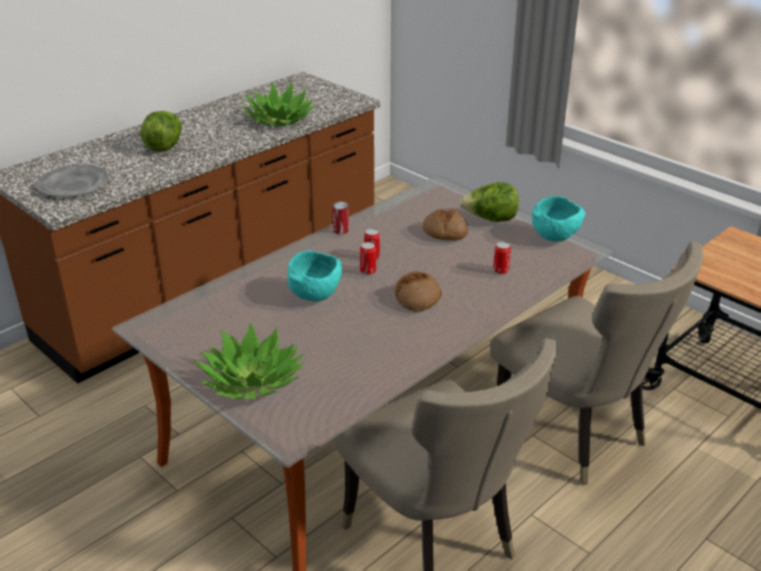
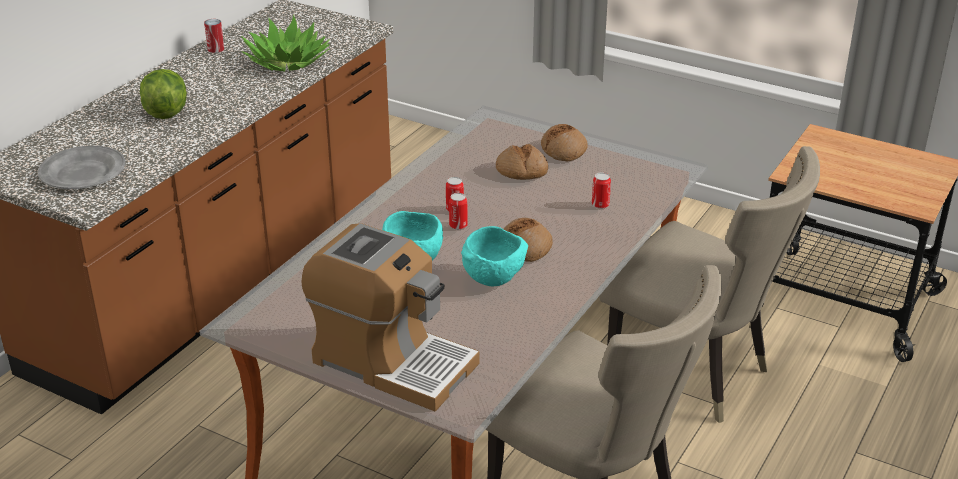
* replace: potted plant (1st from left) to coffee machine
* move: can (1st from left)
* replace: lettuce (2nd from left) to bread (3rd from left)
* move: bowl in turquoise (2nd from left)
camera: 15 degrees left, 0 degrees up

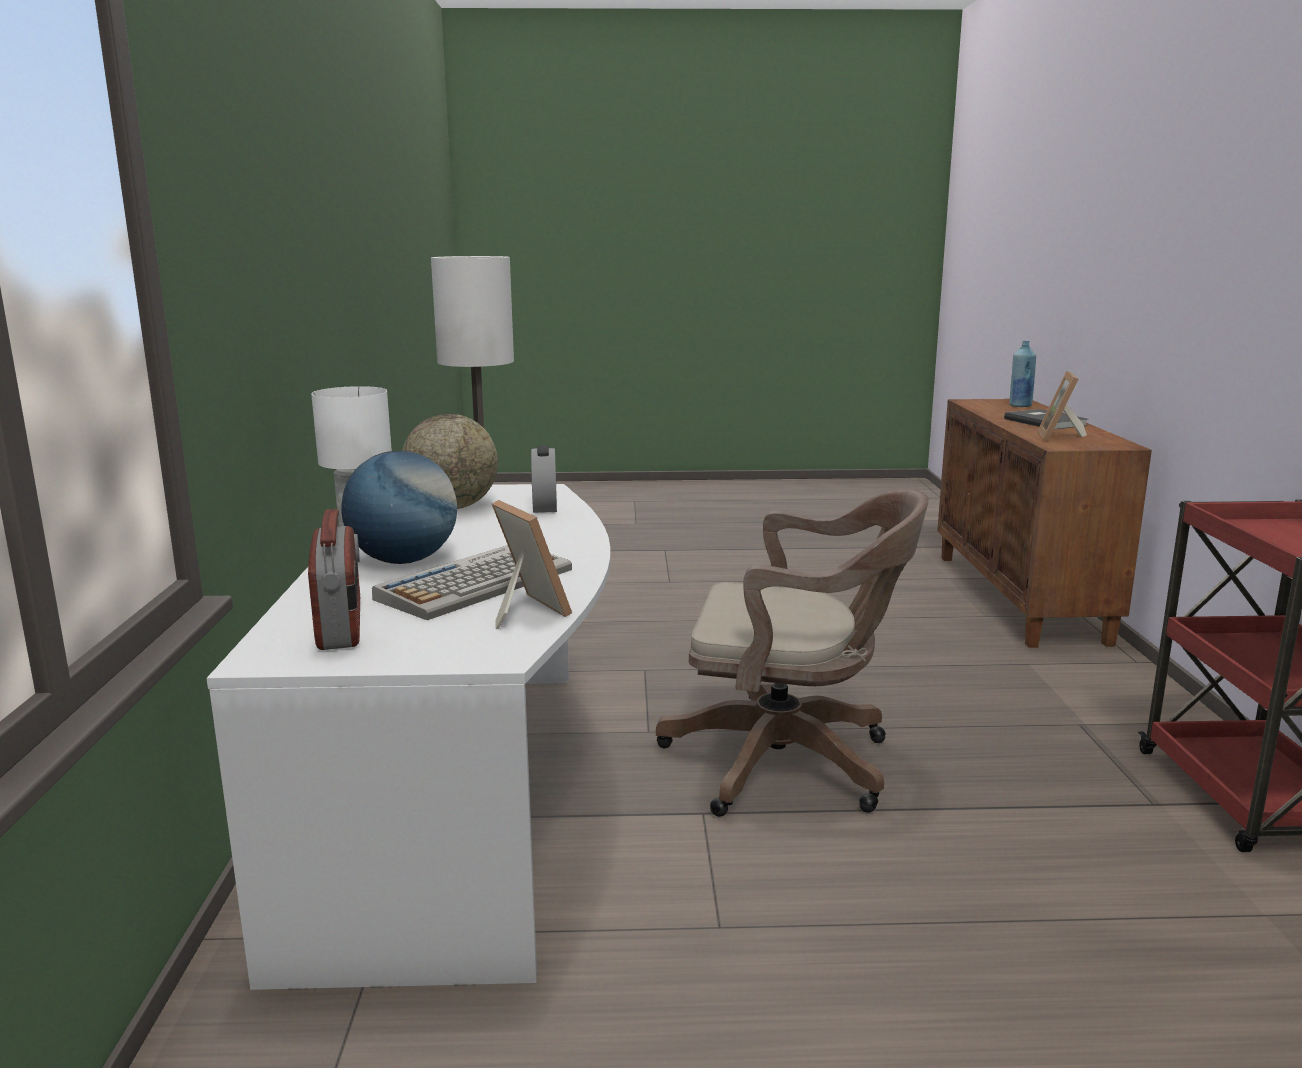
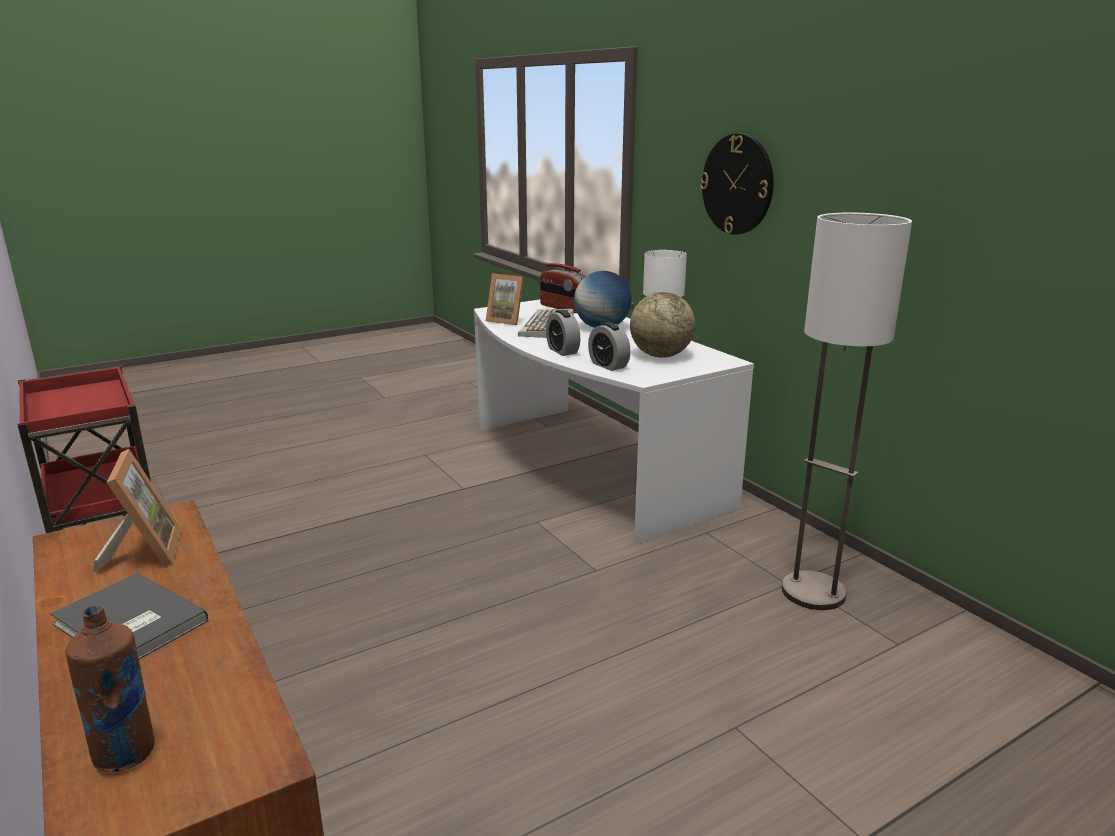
* delete: office chair in brown
* recolor: bottle in blue to bottle in brown
* insert: alarm clock (1st from left)
* insert: wall clock
camera: 150 degrees right, 5 degrees up

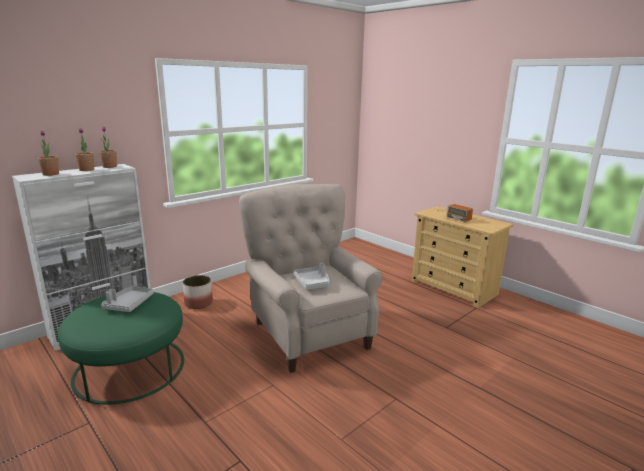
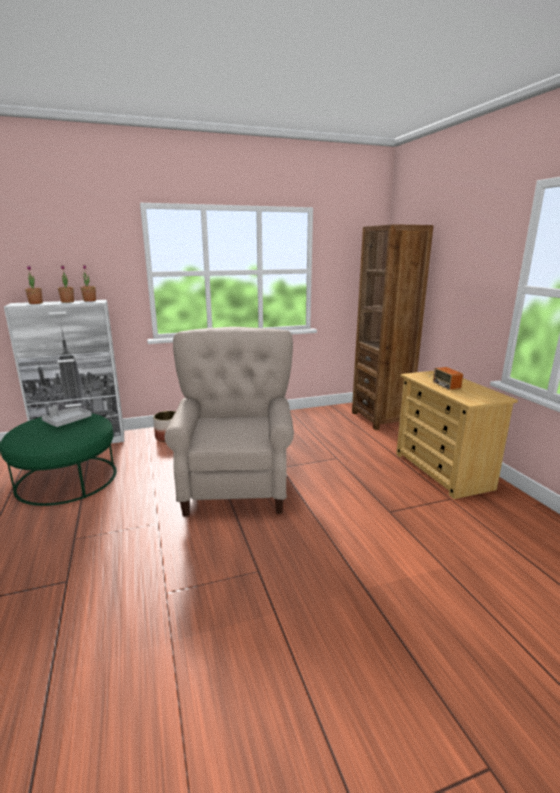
* delete: tray in grey (2nd from left)
* insert: bookcase in brown
camera: 25 degrees right, 0 degrees up

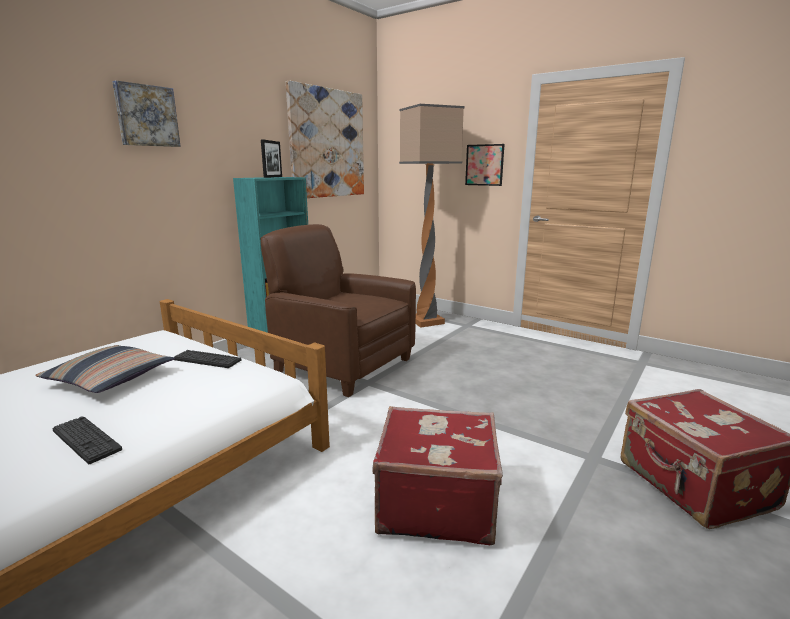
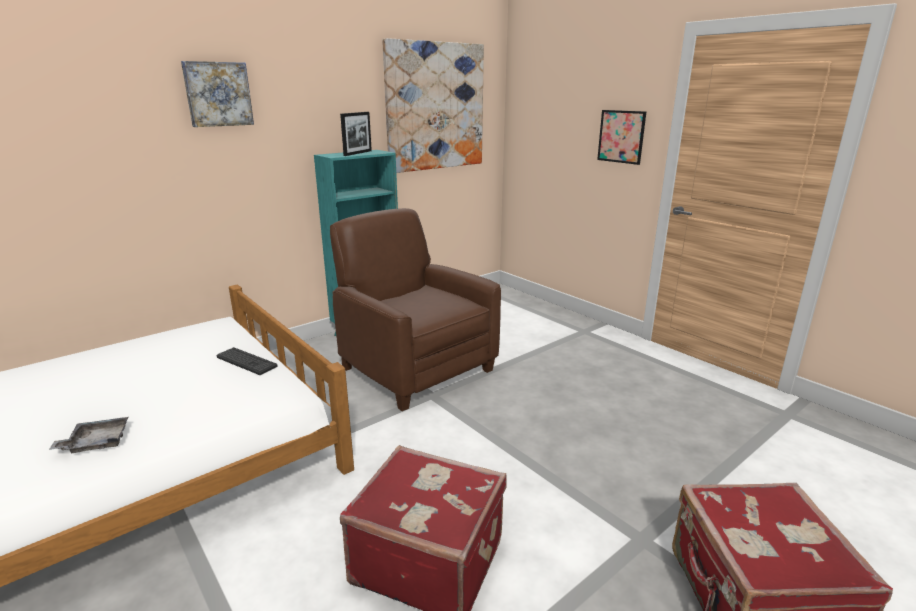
* delete: pillow
* replace: keyboard (1st from left) to tray in grey
* delete: floor lamp
camera: 15 degrees right, 5 degrees up

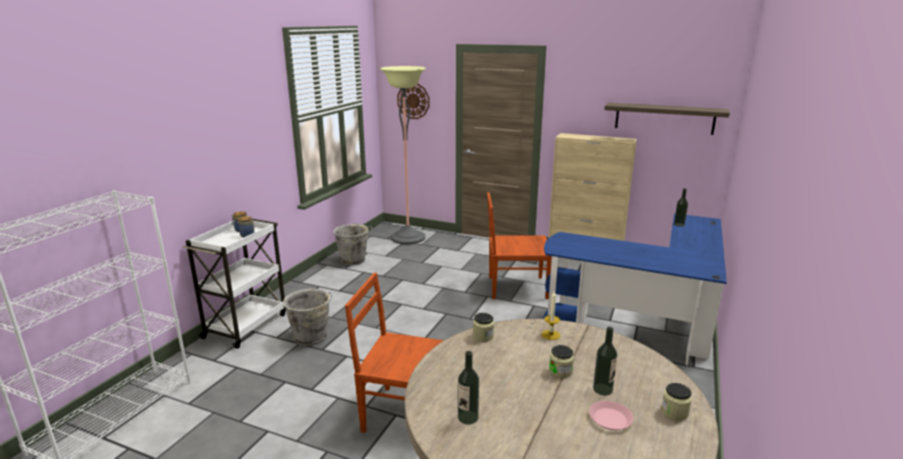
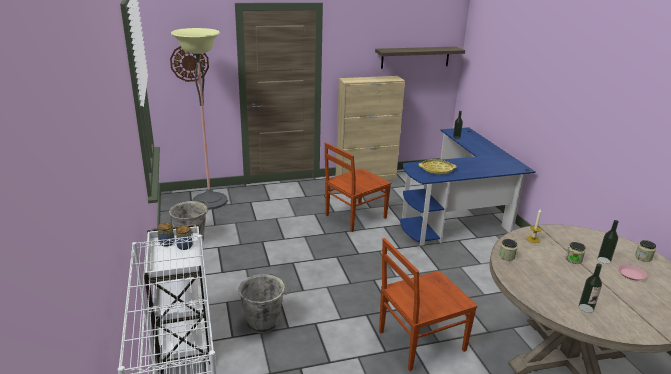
* insert: tray in yellow
camera: 40 degrees left, 5 degrees up

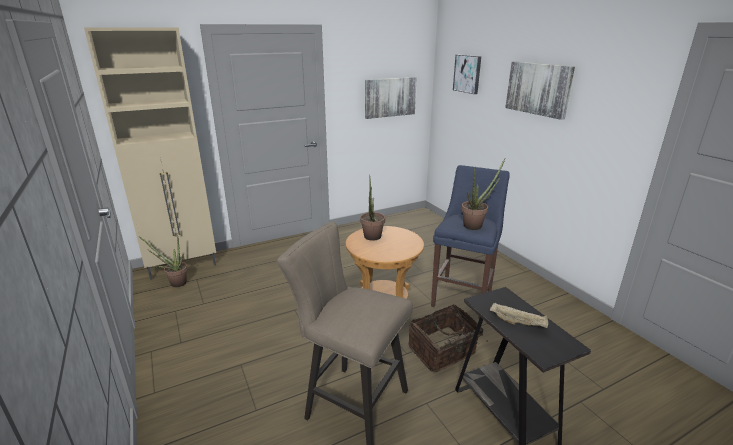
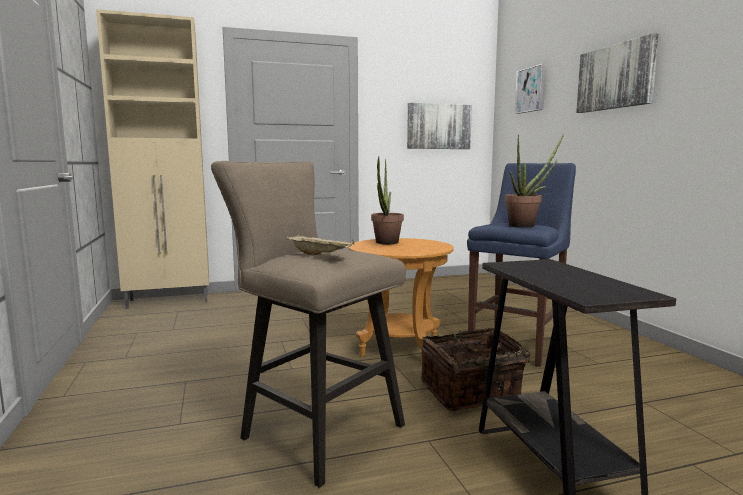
* delete: potted plant (1st from left)
* move: tray in beige
camera: 10 degrees right, 15 degrees down

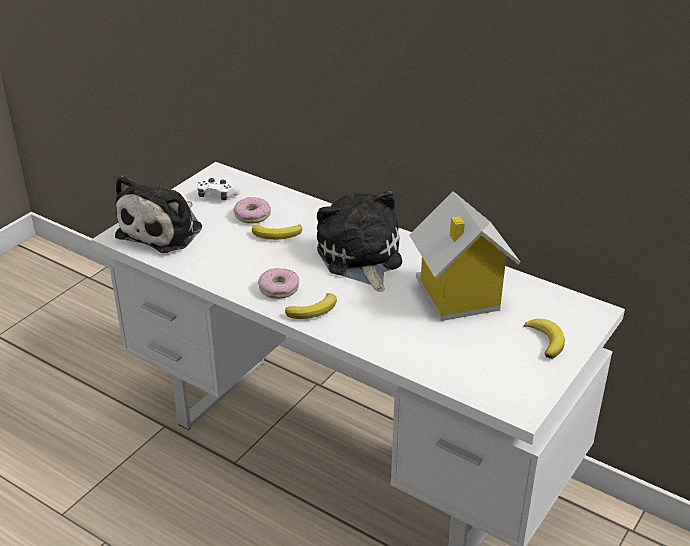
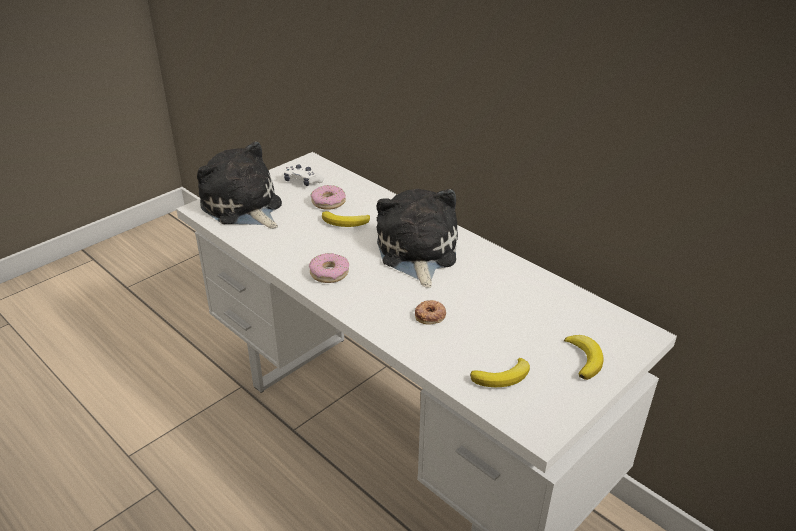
* rotate: plush toy (1st from left) 105 degrees clockwise
* move: banana (2nd from left)
* delete: toy house
* insert: donut (3rd from left)
camera: 10 degrees right, 0 degrees up

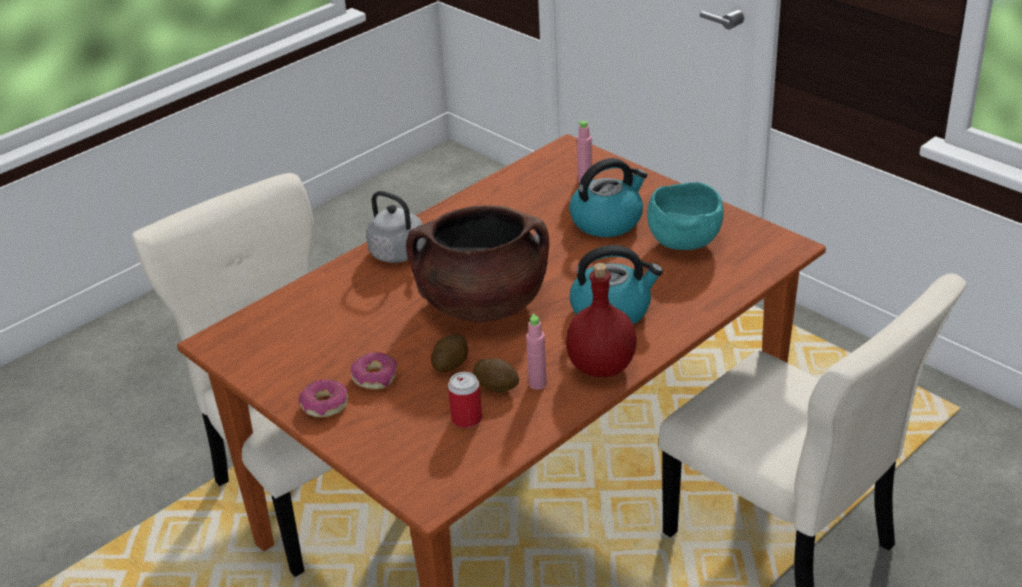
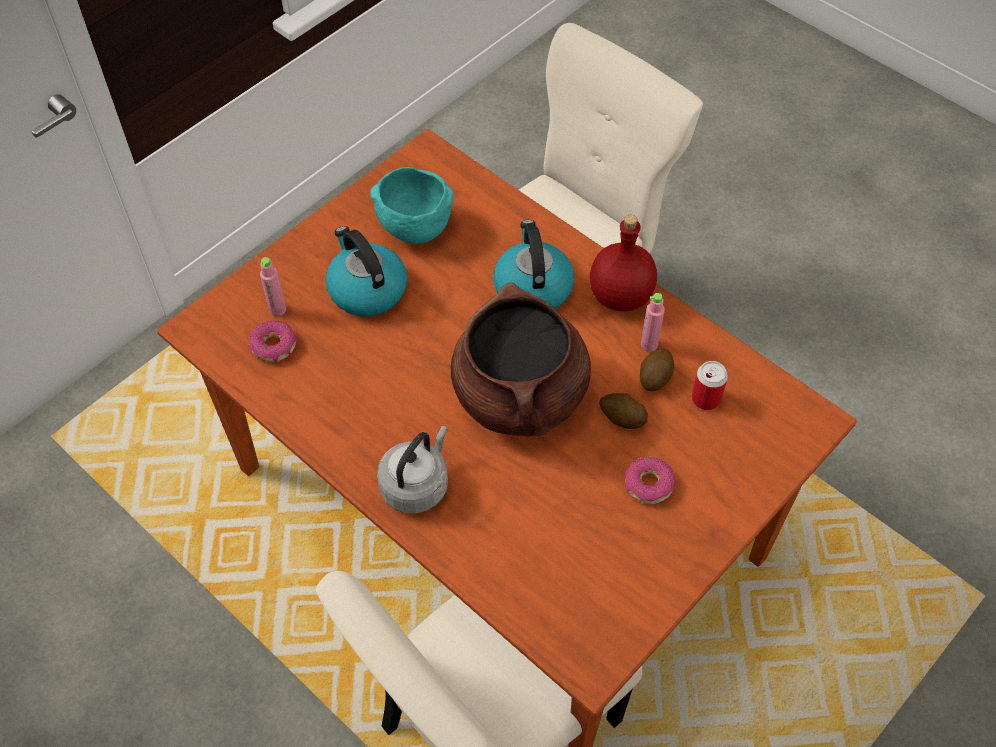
* move: donut (1st from left)
camera: 95 degrees left, 20 degrees up

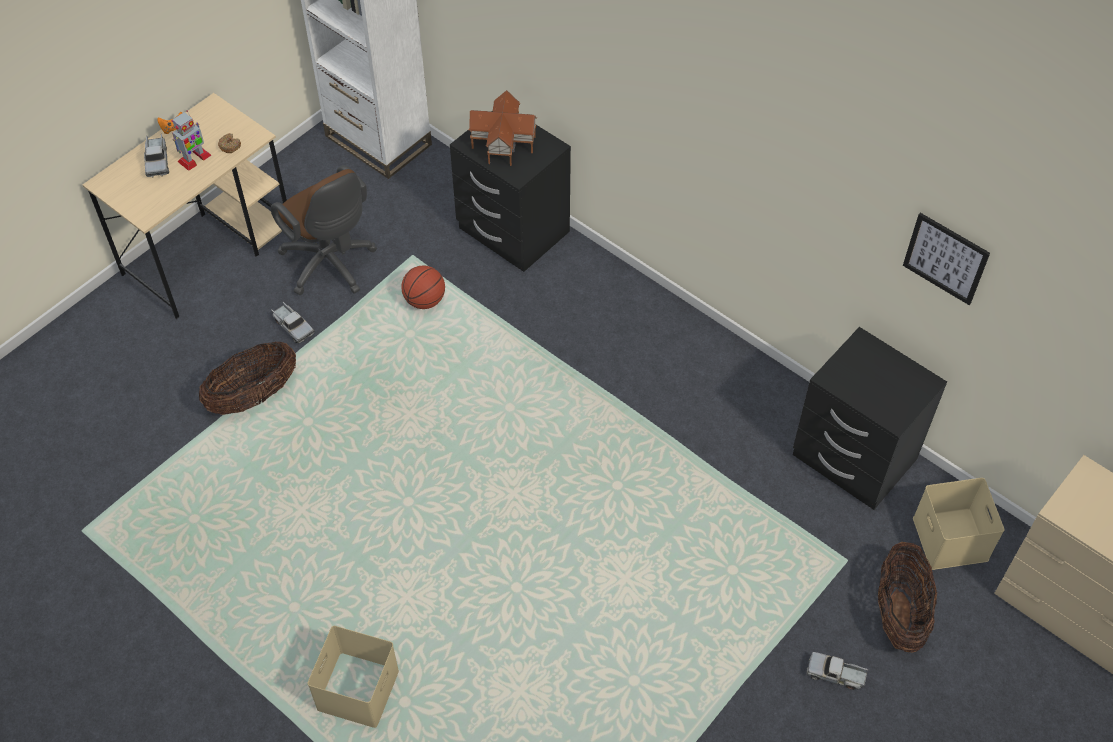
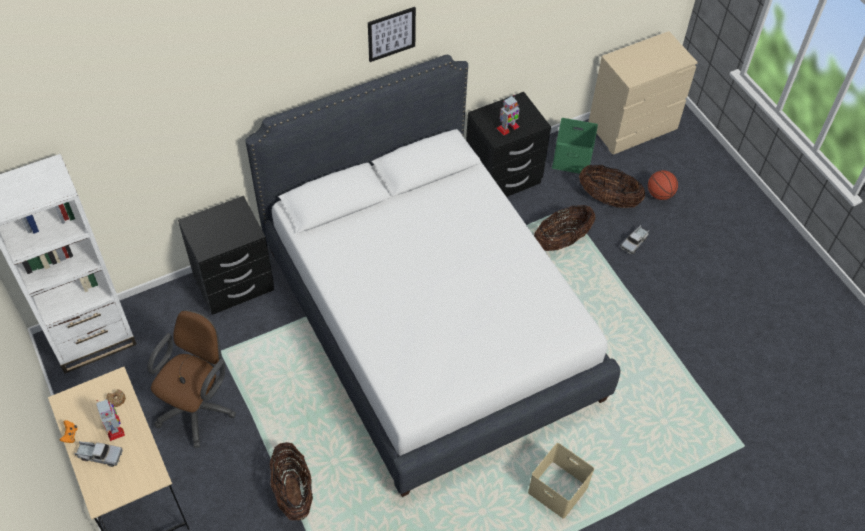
* rotate: office chair in brown 45 degrees counterclockwise
* delete: toy truck (2nd from left)
* move: basketball
* delete: toy house
* move: picture
* recolor: storage box in beige (2nd from left) to storage box in green
* insert: bed in white
* insert: toy robot (2nd from left)
* insert: basket (2nd from left)
camera: 70 degrees left, 0 degrees up

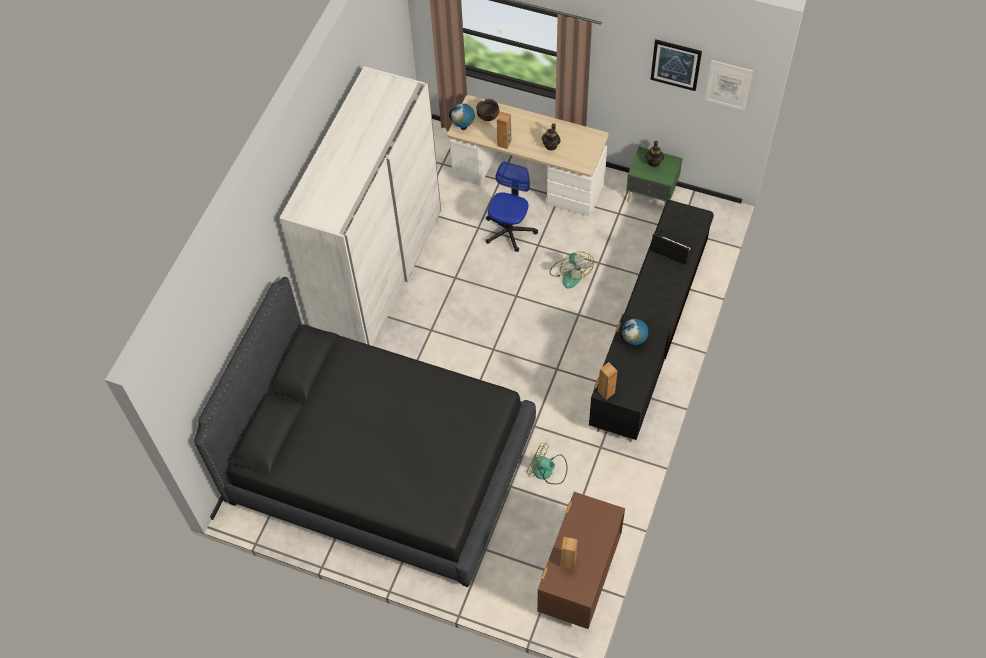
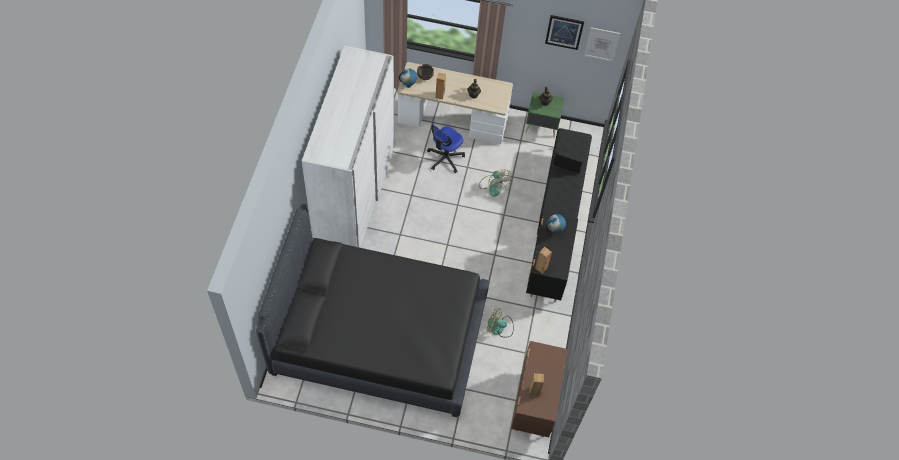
* rotate: office chair 150 degrees counterclockwise
camera: 15 degrees left, 0 degrees up

